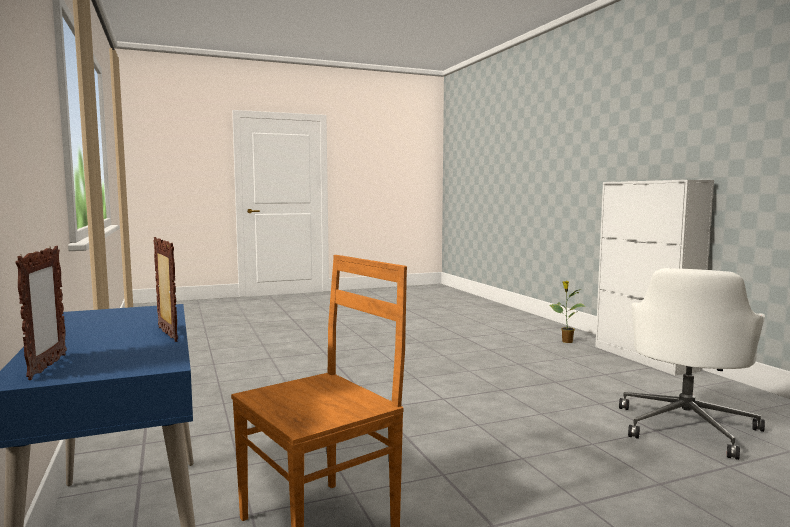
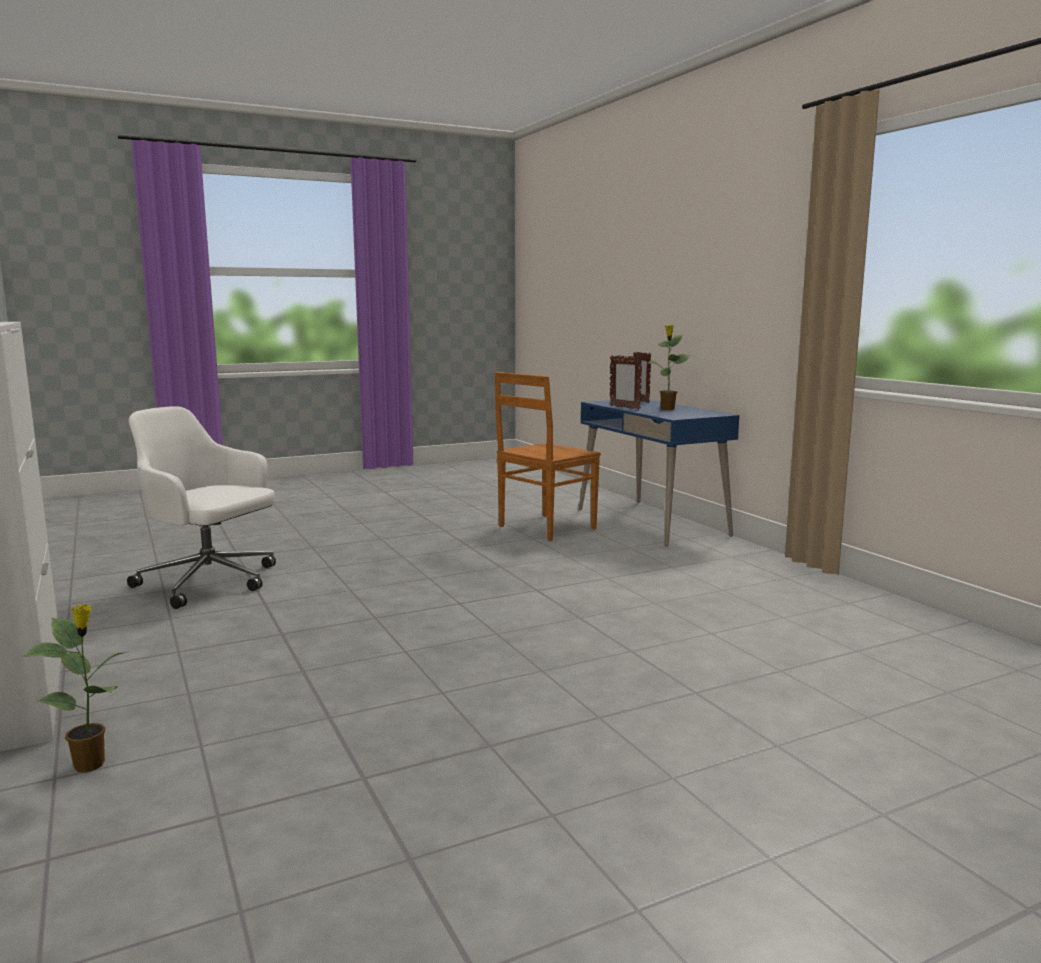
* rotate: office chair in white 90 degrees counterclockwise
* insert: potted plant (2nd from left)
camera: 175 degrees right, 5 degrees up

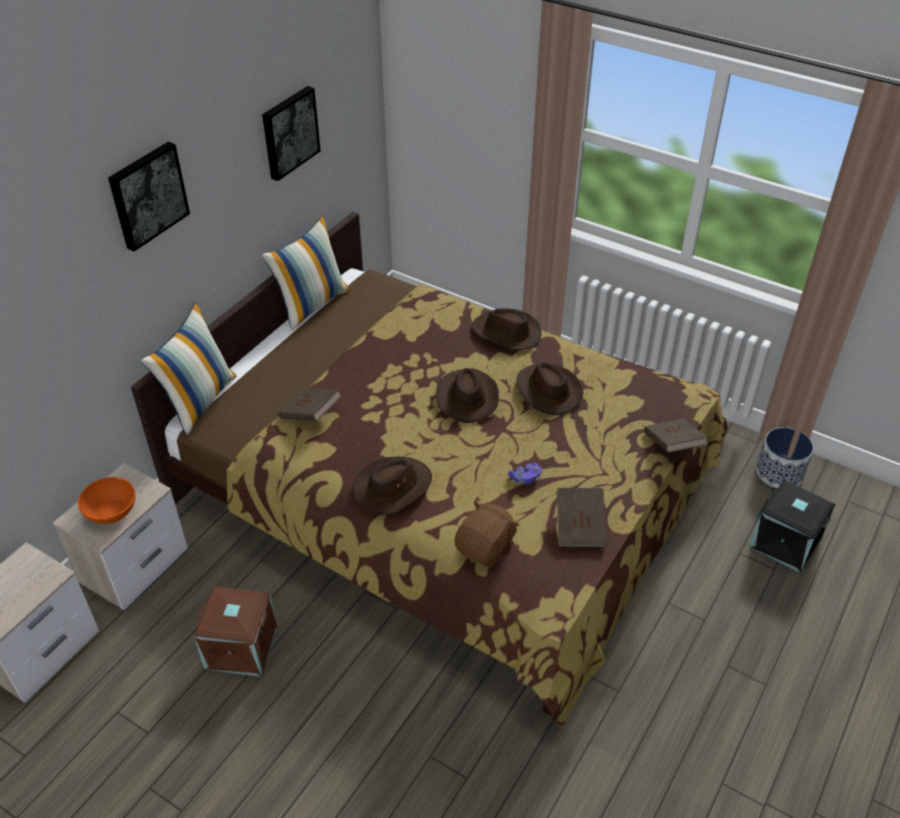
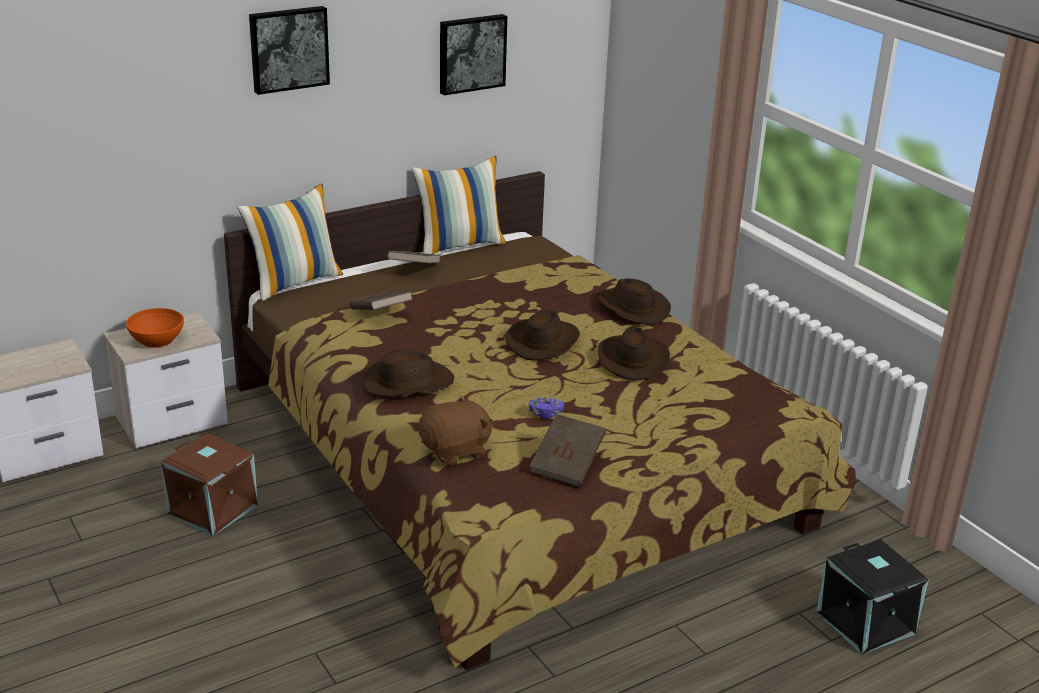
* move: book in brown (3rd from left in the first image) to book in brown (2nd from left)
* delete: planter
camera: 25 degrees right, 15 degrees down

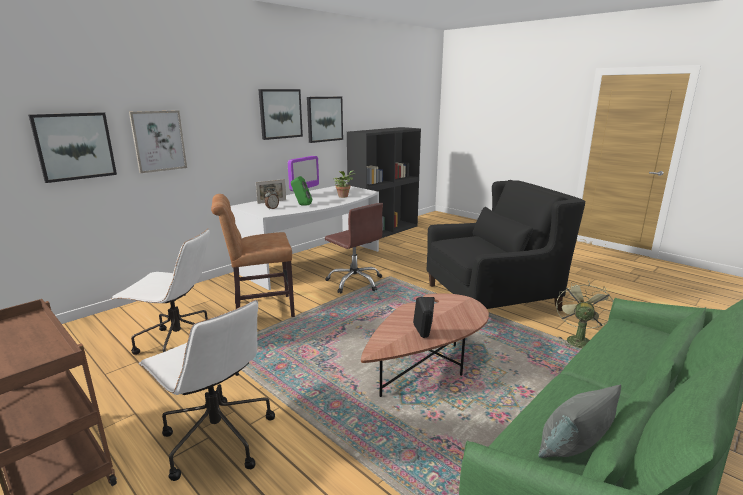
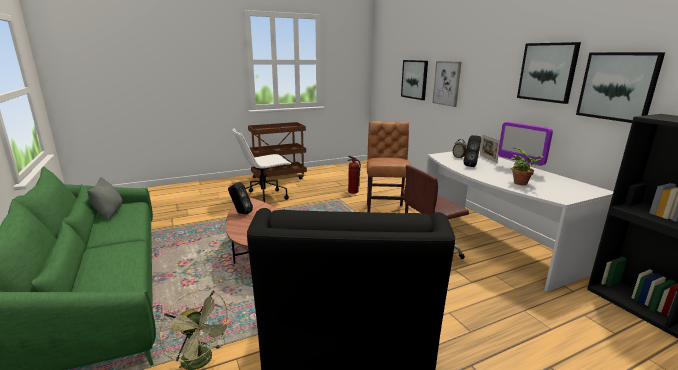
* replace: office chair in white (1st from left) to fire extinguisher
* recolor: speaker in green to speaker in black (2nd from left)
camera: 110 degrees right, 0 degrees up

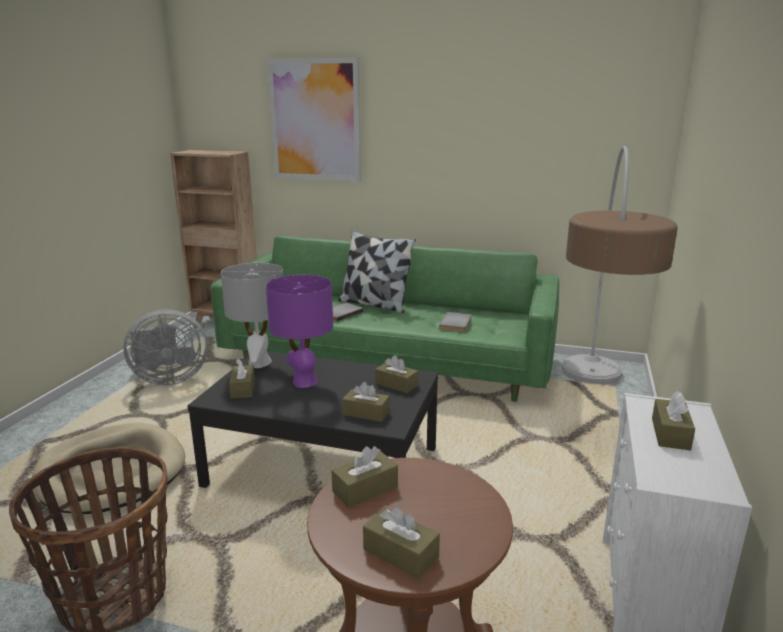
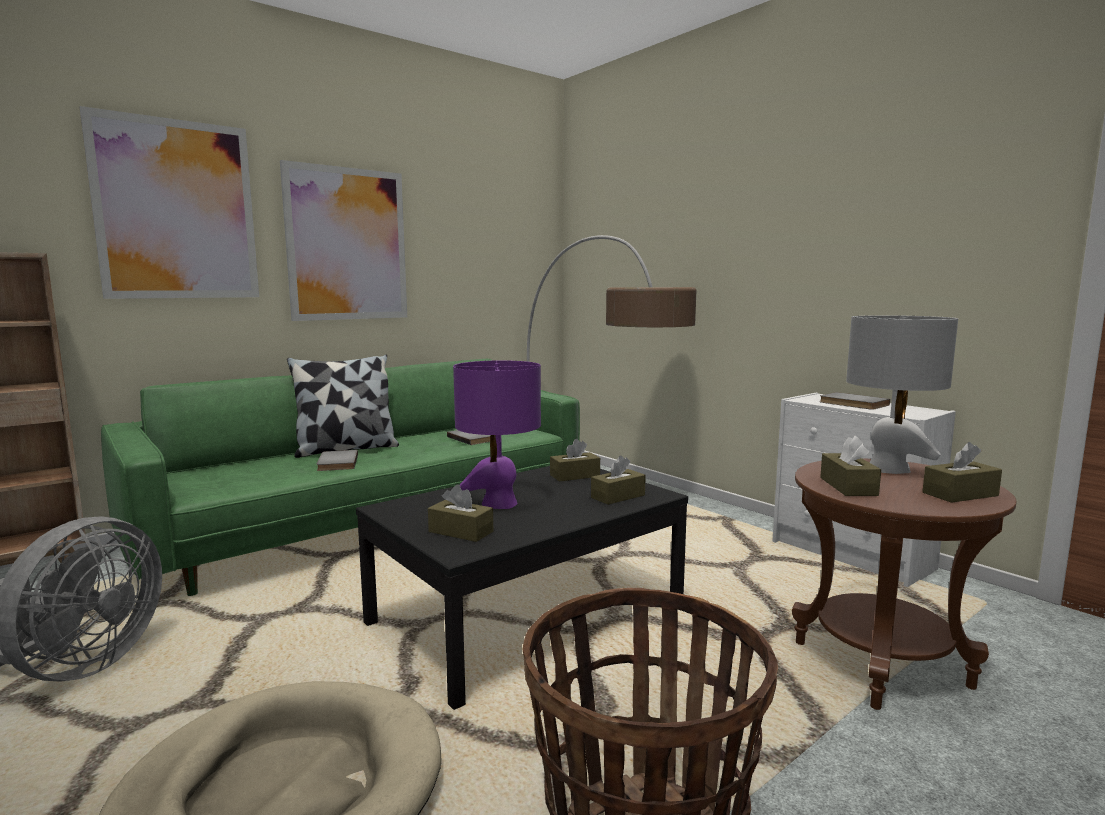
* move: table lamp in grey
* replace: tissue box in brown (6th from left) to book in grey (3rd from left)
* insert: picture (2nd from left)
camera: 55 degrees left, 10 degrees down

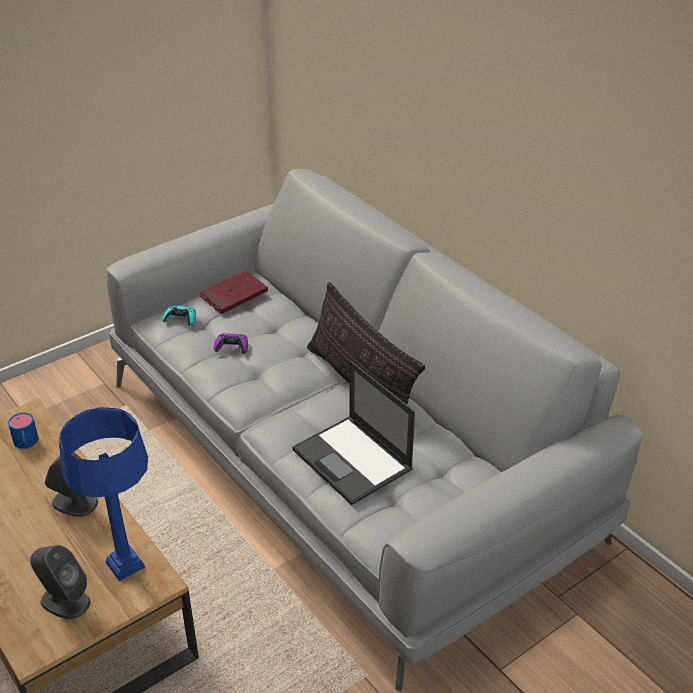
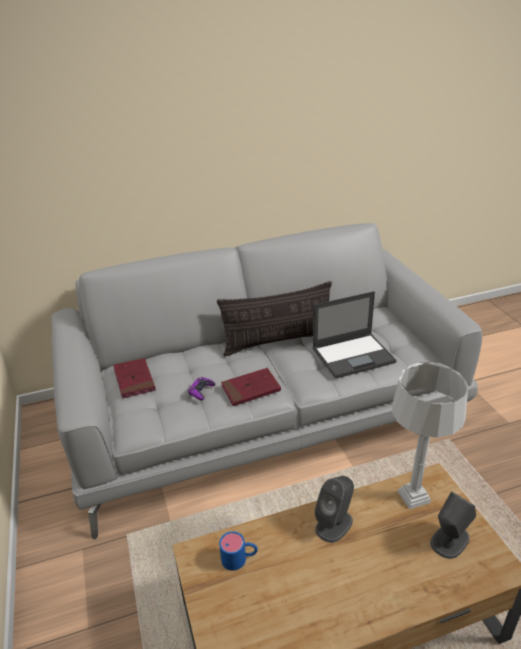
* recolor: table lamp in blue to table lamp in grey
* delete: game controller in turquoise
* insert: book in red (2nd from left)
camera: 70 degrees left, 5 degrees down

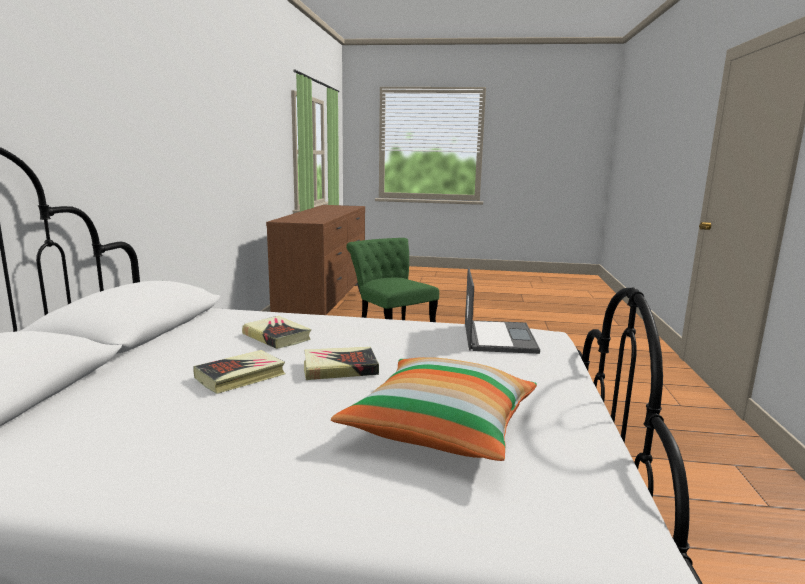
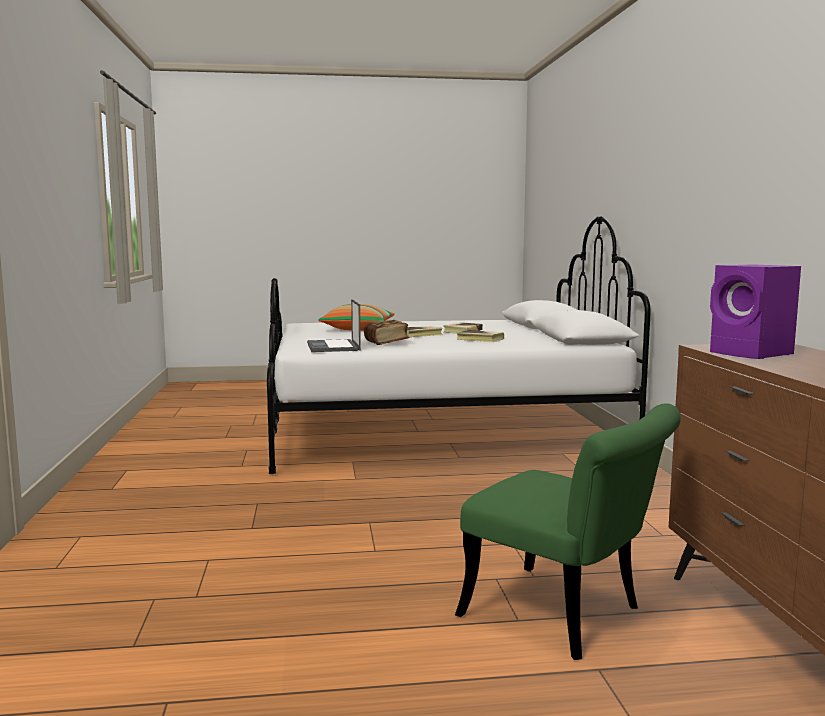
* insert: book (1st from left)
* insert: speaker in purple
camera: 165 degrees right, 5 degrees down

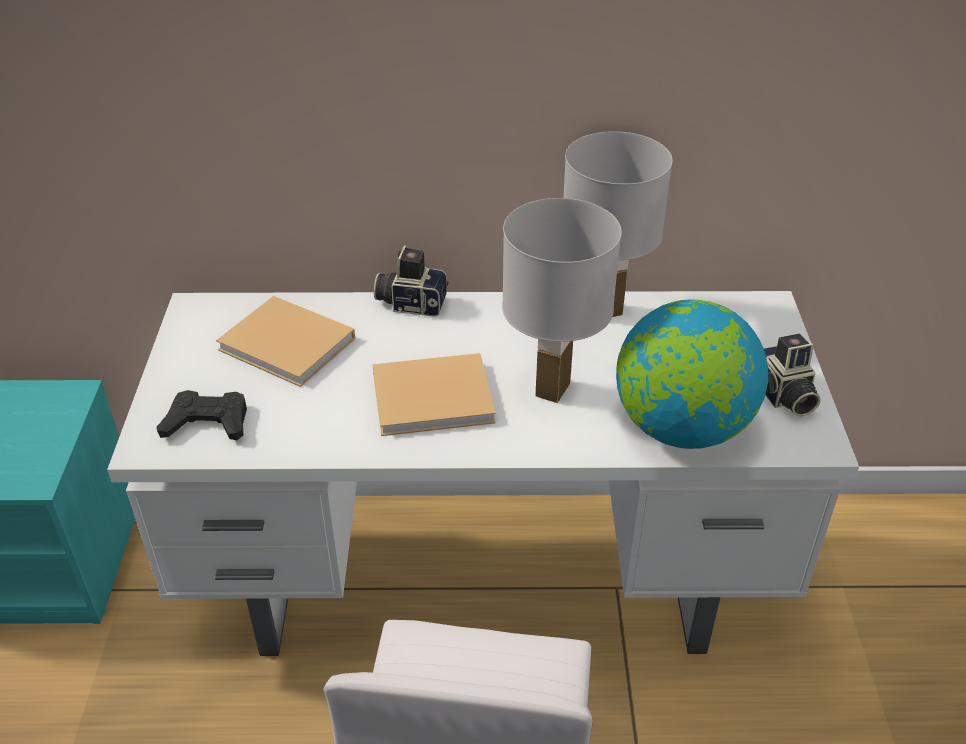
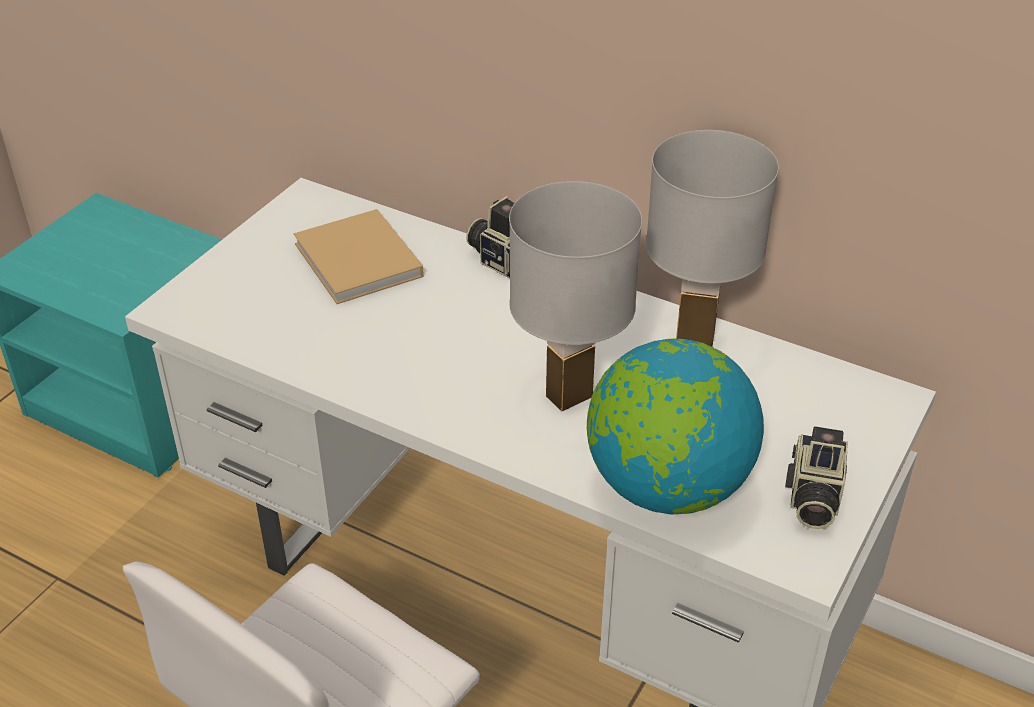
* delete: game controller in black
* delete: book in beige (2nd from left)
camera: 30 degrees right, 0 degrees up

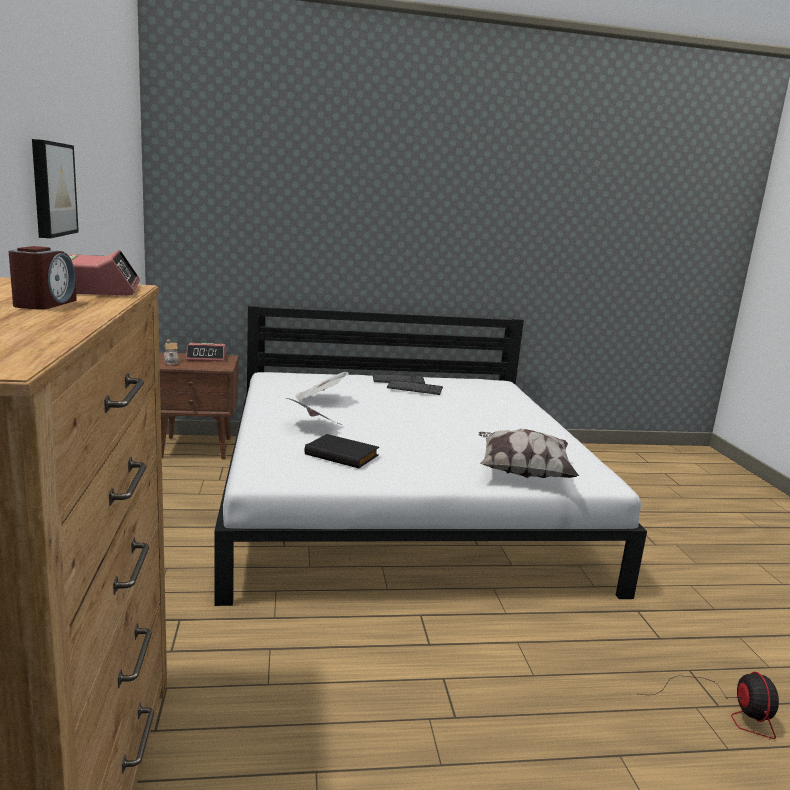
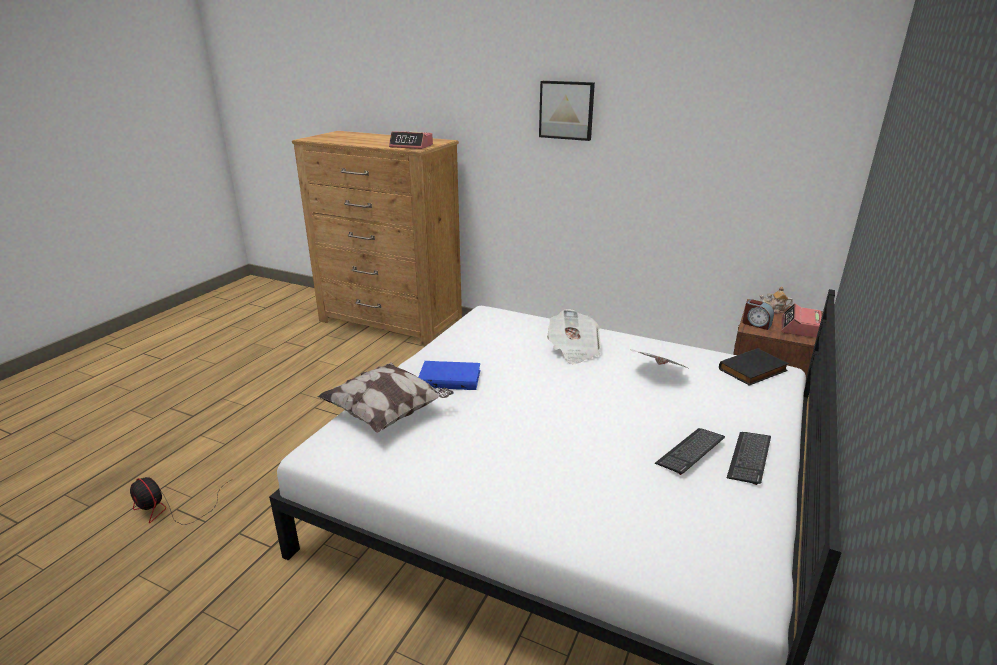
* move: alarm clock (1st from left in the first image) to alarm clock (2nd from left)
* move: book in black
* insert: book in blue
camera: 125 degrees right, 10 degrees up

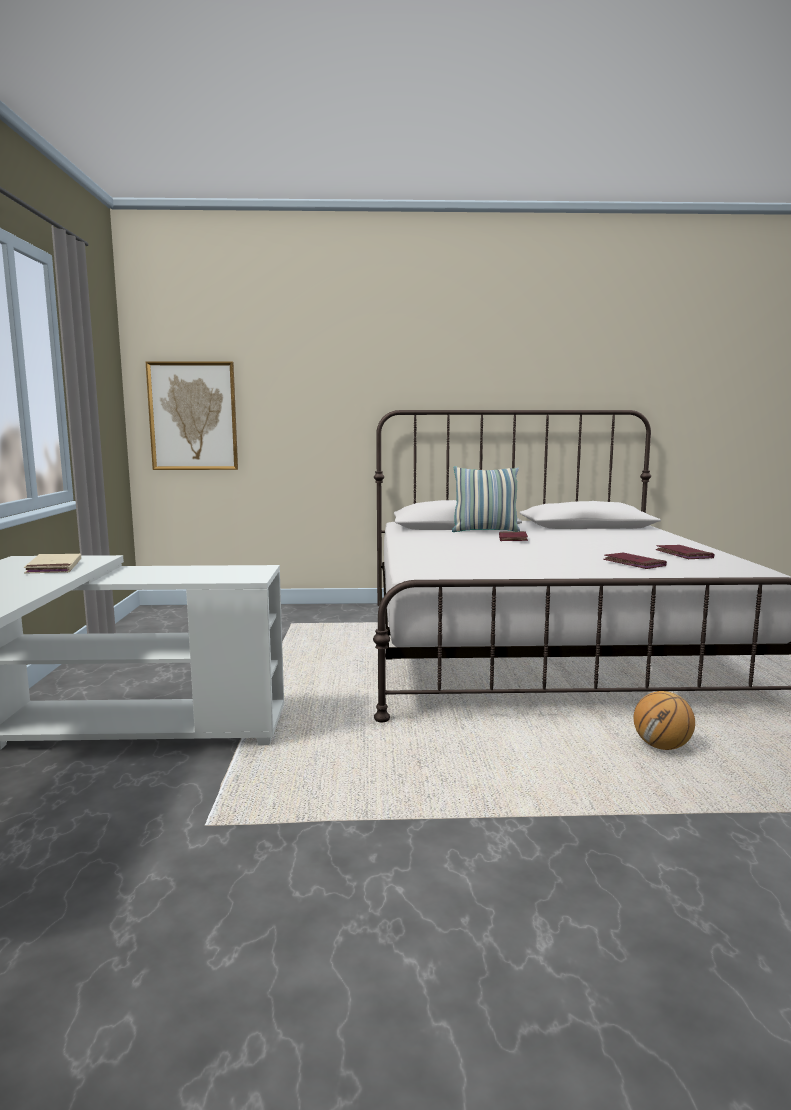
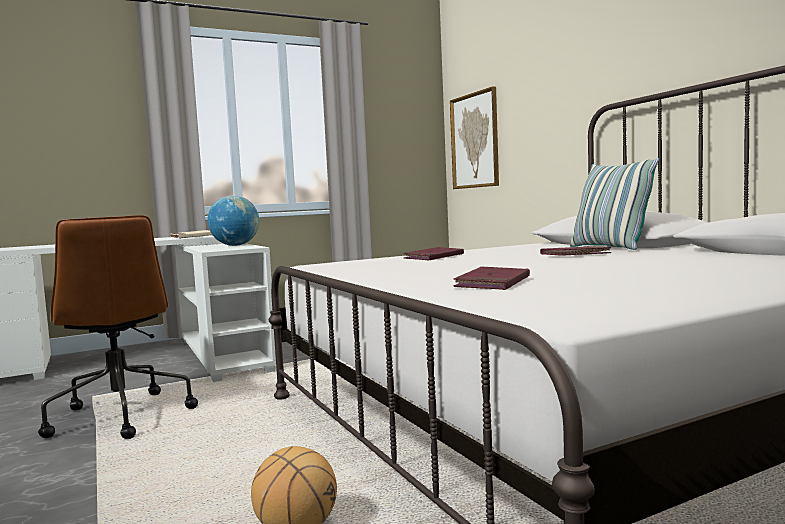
* move: book in red (3rd from left in the first image) to book in red (1st from left)
* insert: office chair in brown
* insert: globe
camera: 65 degrees right, 5 degrees down

